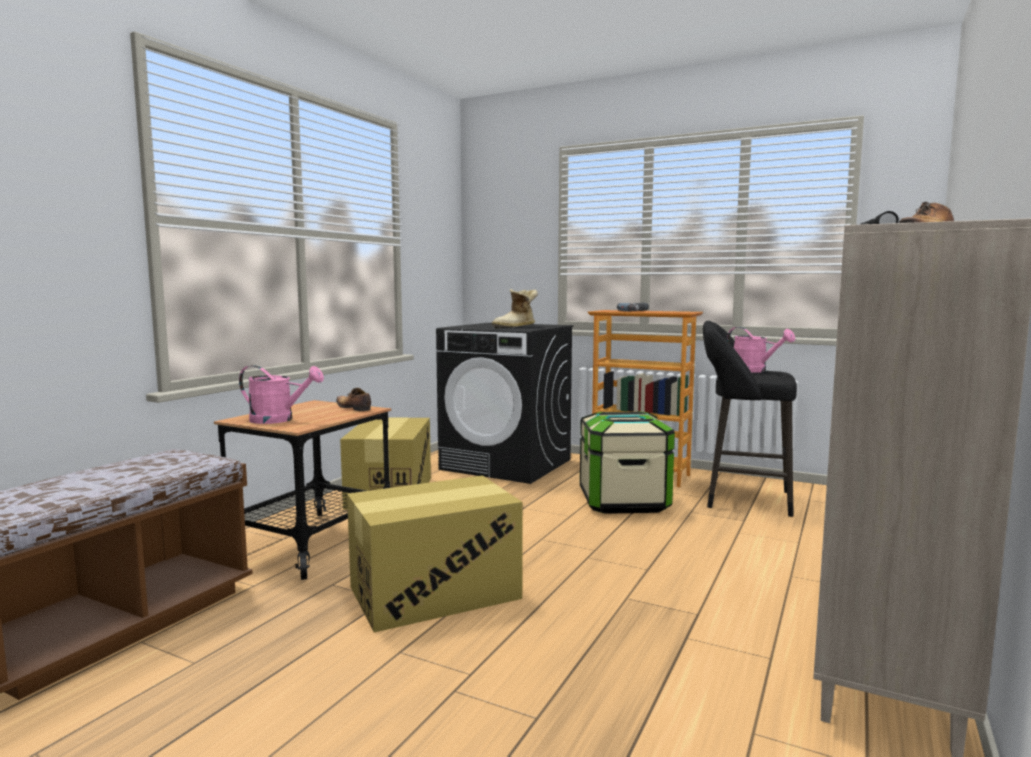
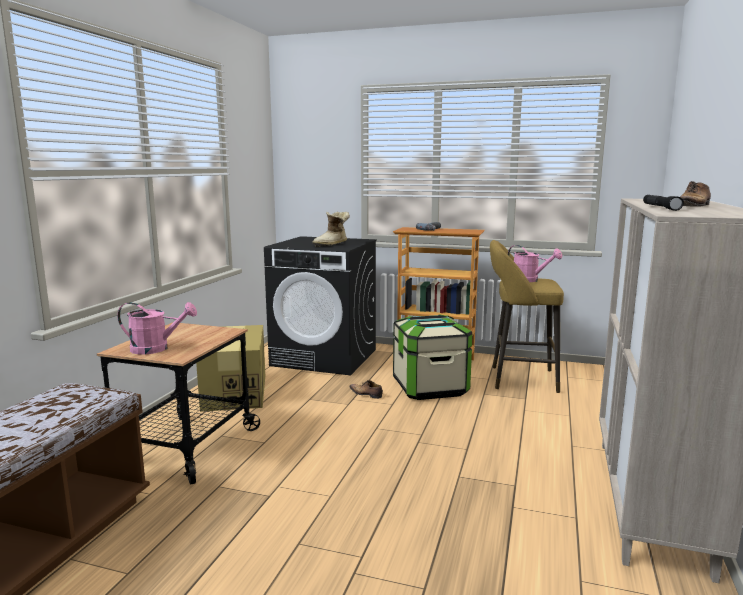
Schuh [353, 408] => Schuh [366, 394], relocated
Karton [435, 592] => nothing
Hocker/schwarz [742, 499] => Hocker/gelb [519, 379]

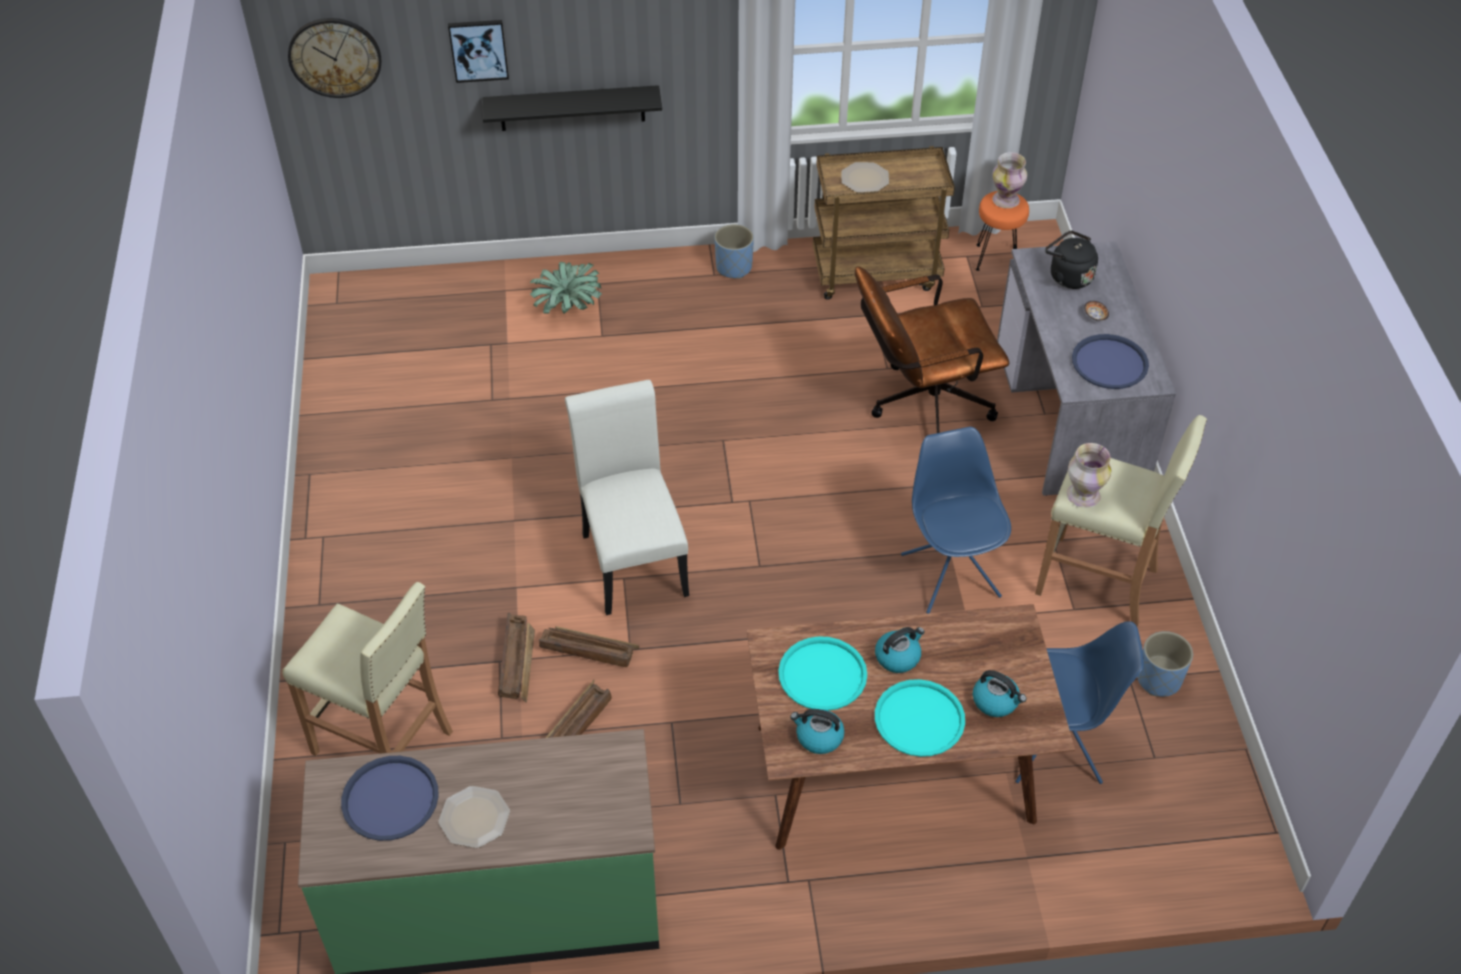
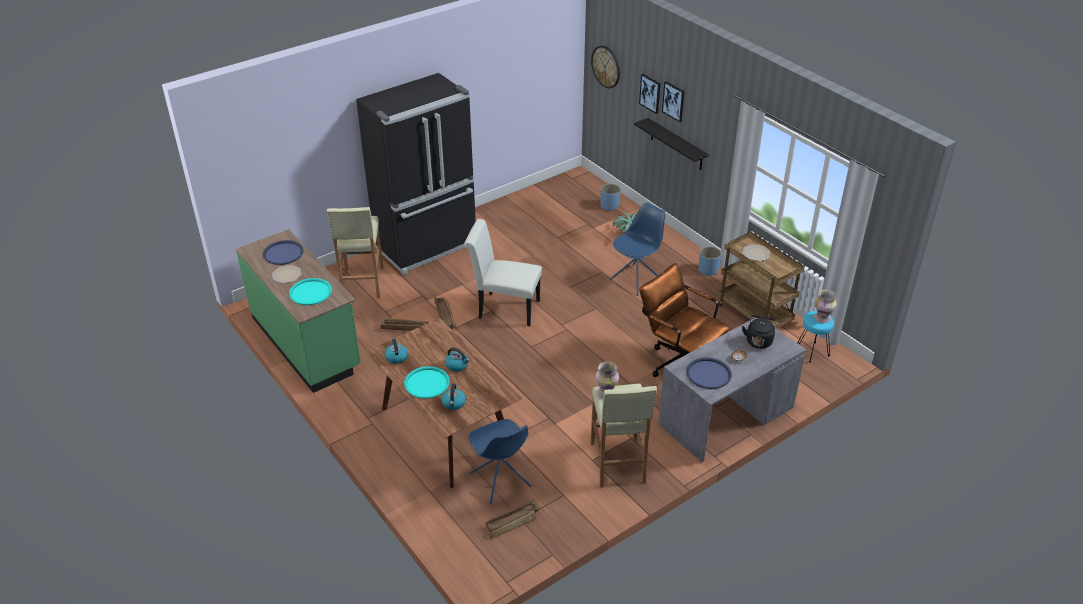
Kiste [517, 662] => Kiste [513, 522], relocated
Stuhl/weiß [632, 558] => Stuhl/weiß [504, 308], 120 degrees counterclockwise
Tablett/türkis [822, 674] => Tablett/türkis [310, 292], relocated
Stuhl/blau [950, 574] => Stuhl/blau [636, 279], relocated
Hocker/orange [996, 259] => Hocker/türkis [811, 352]
Pflanzkübel/blau [1158, 679] => Pflanzkübel/blau [609, 206], relocated
nothing => Kühlschrank/schwarz [428, 247]
nothing => Bild [674, 101]

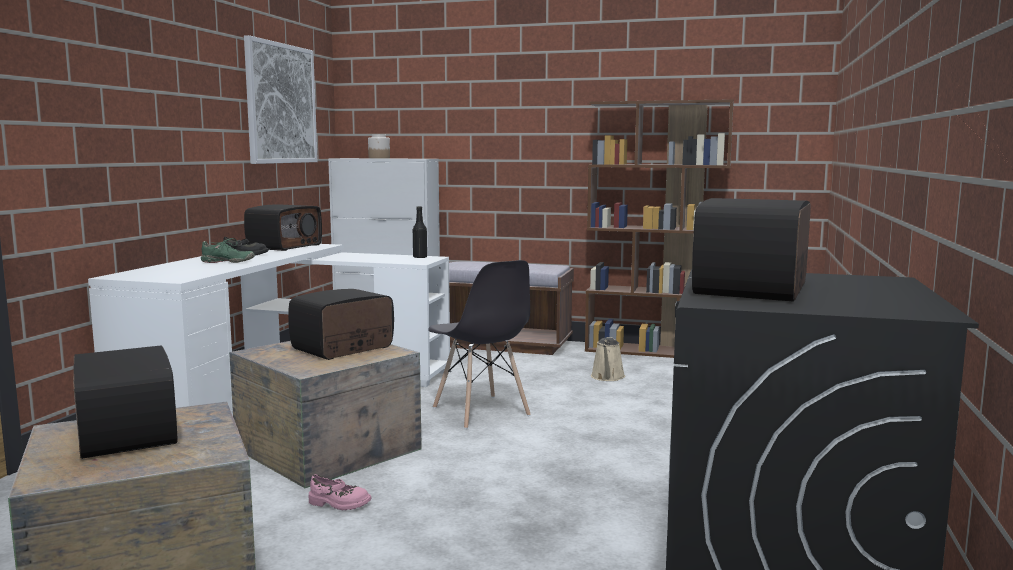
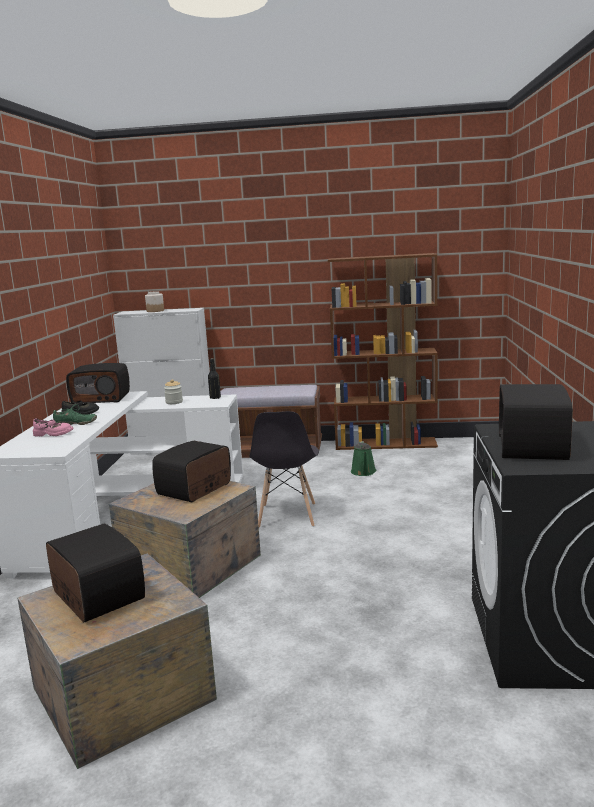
Bild [281, 104] => nothing
Radio [284, 246] => Radio [101, 398], 75 degrees clockwise
Schuh/rosa [339, 503] => Schuh/rosa [53, 434], relocated
Stuhl/grau [481, 412] => Stuhl/grau [287, 516], 45 degrees clockwise
Gießkanne/beige [607, 377] => Gießkanne/grün [364, 472]
nothing => Vorratsglas [174, 402]

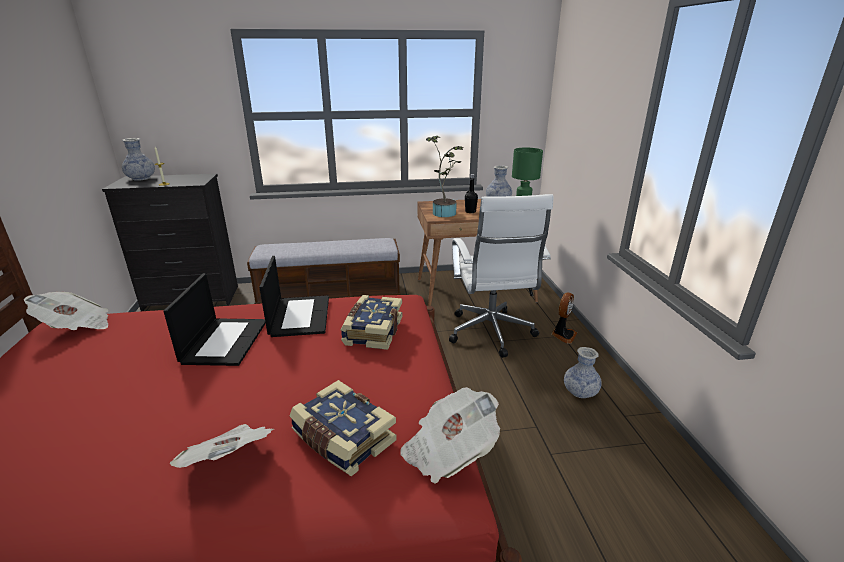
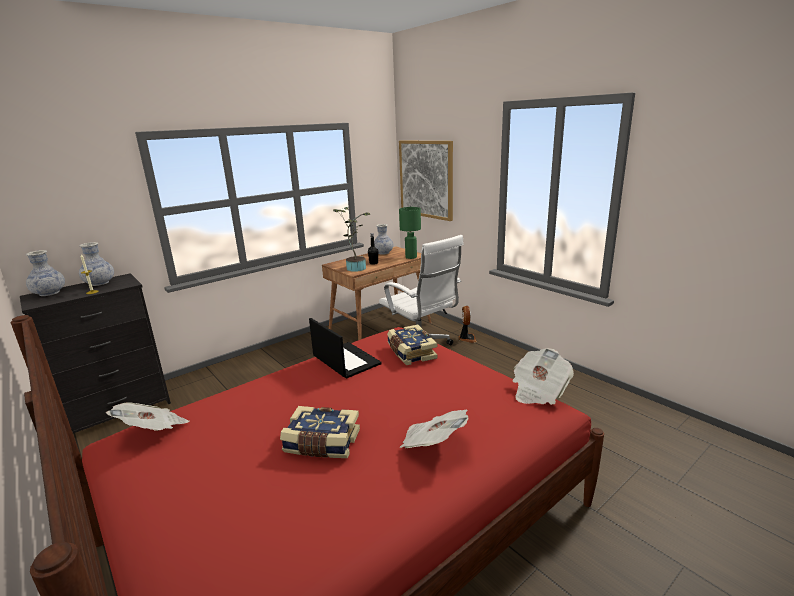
Laptop [224, 341] => nothing
Bank [330, 295] => nothing
Buch [342, 439] => Buch [322, 443], relocated
Vase [580, 392] => Vase [99, 283], relocated
nothing => Bild [426, 179]

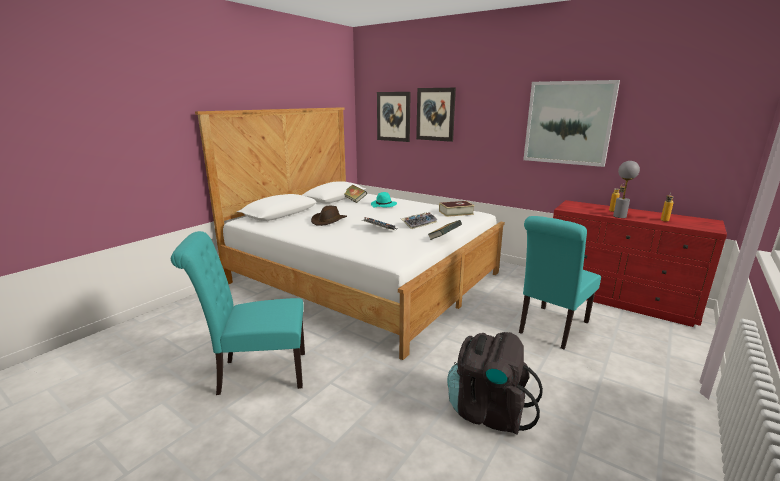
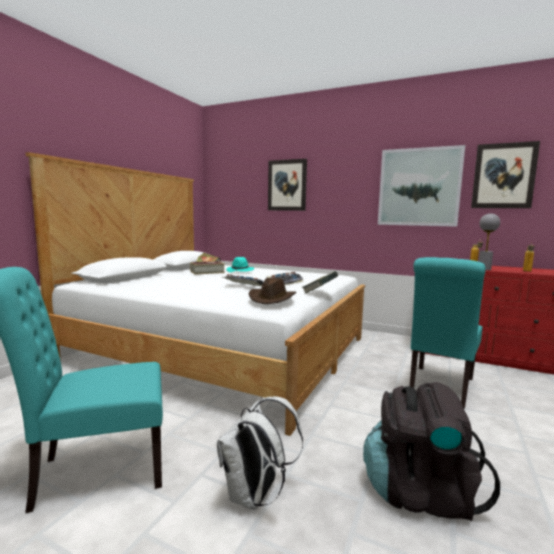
Hut/braun [329, 221] => Hut/braun [272, 299], relocated
Bild [393, 116] => Bild [503, 176], relocated
Buch [456, 213] => Buch [207, 272], relocated
nothing => Rucksack/weiß [255, 495]

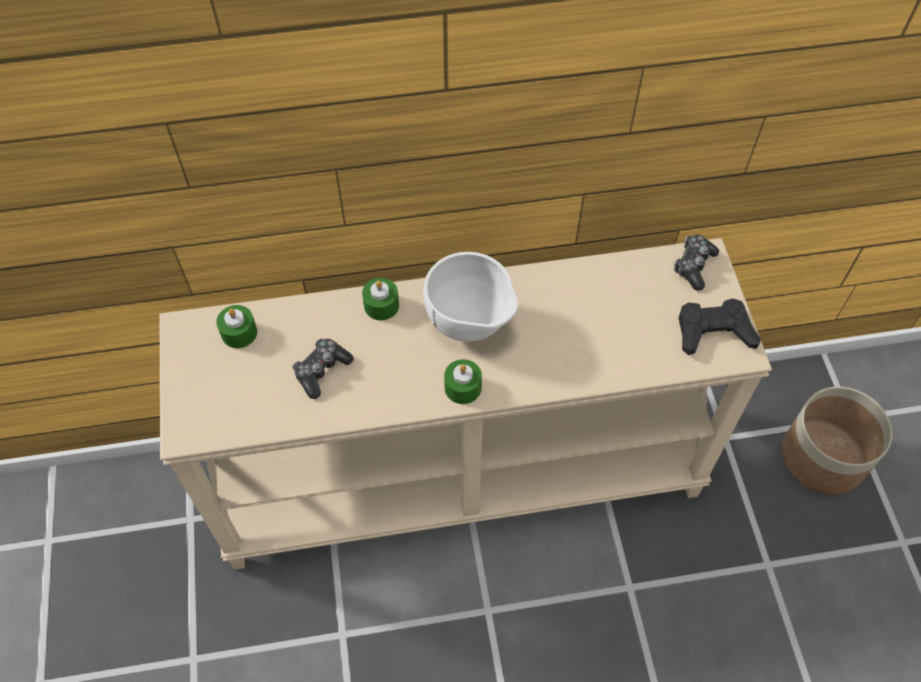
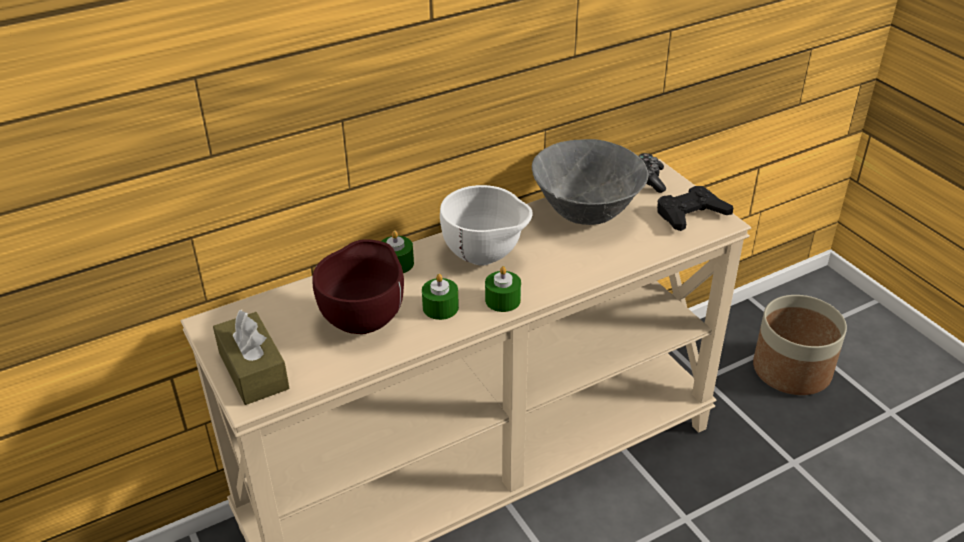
Kerze/grün [239, 333] => Kerze/grün [440, 307], relocated
Gamepad [321, 371] => Schüssel/braun [365, 321]
nothing => Taschentuchbox/braun [253, 370]
nothing => Schüssel/grau [586, 215]

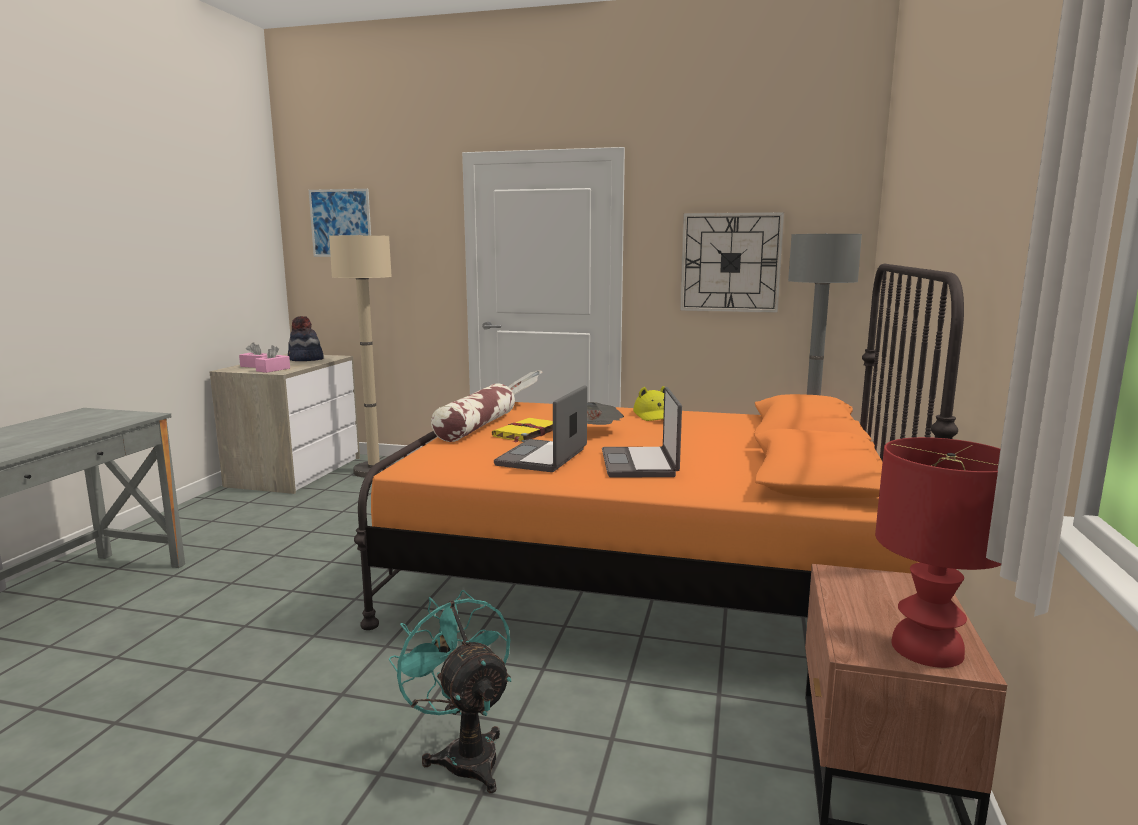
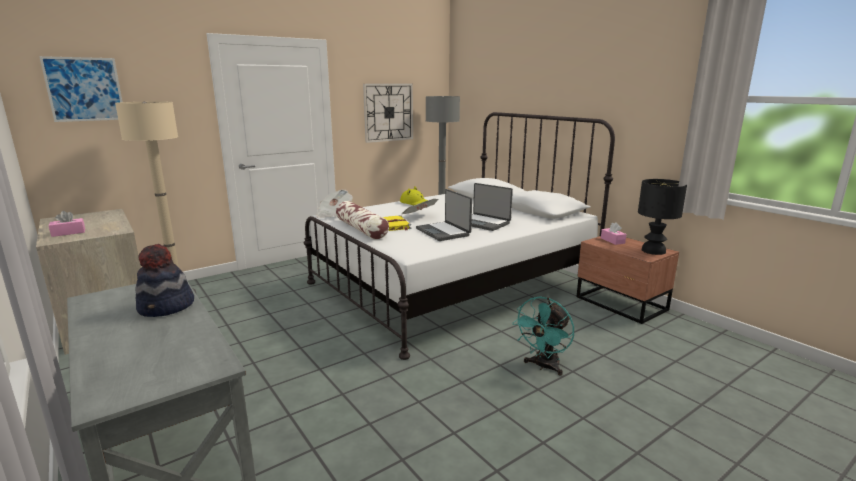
Taschentuchbox/rosa [273, 369] => Taschentuchbox/rosa [612, 240], relocated
Hut [305, 359] => Hut [166, 307], relocated
Bett/orange [646, 574] => Bett/weiß [453, 284]
Ventilator/türkis [464, 753] => Ventilator/türkis [543, 366], 60 degrees counterclockwise
Tischlampe/rot [927, 650] => Tischlampe/schwarz [654, 251]

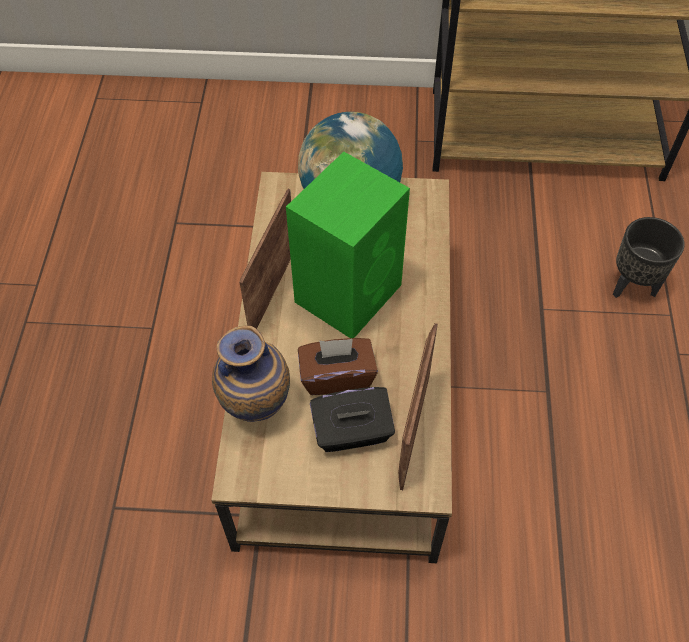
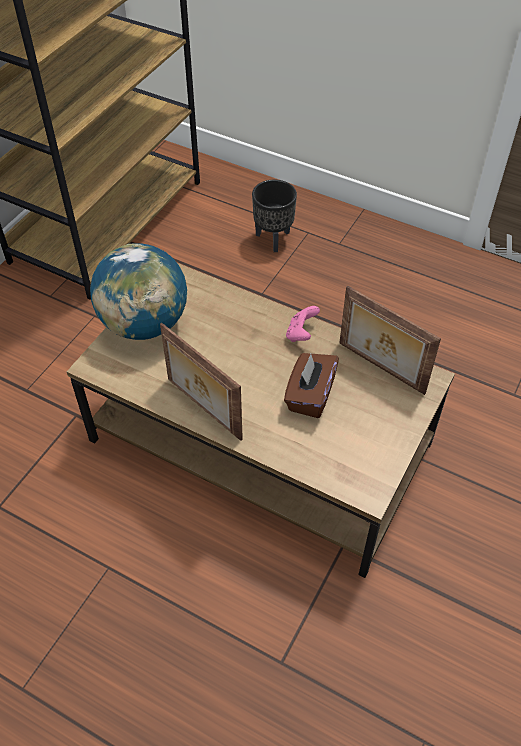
Vase [256, 407] => nothing
Lautsprecher/grün [349, 292] => nothing
Taschentuchbox/schwarz [352, 432] => nothing
nothing => Gamepad/rosa [301, 334]

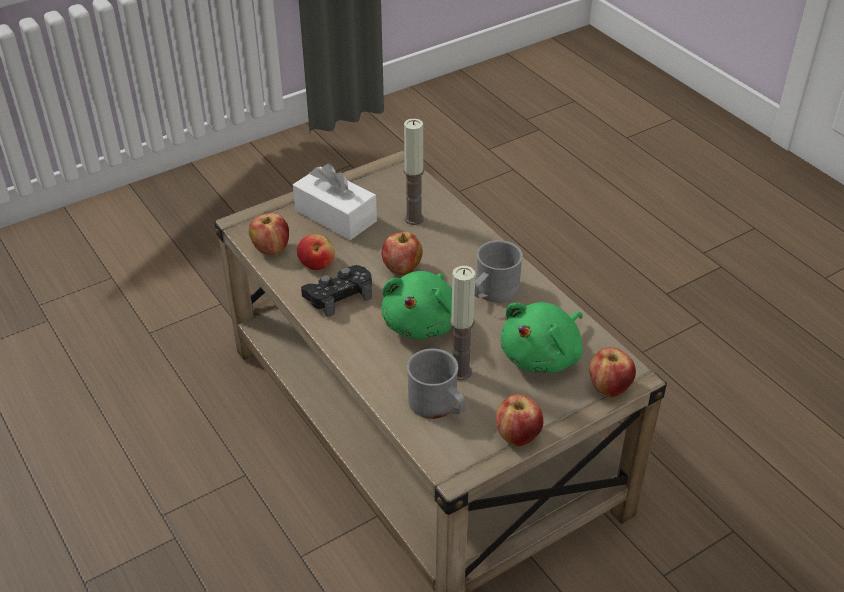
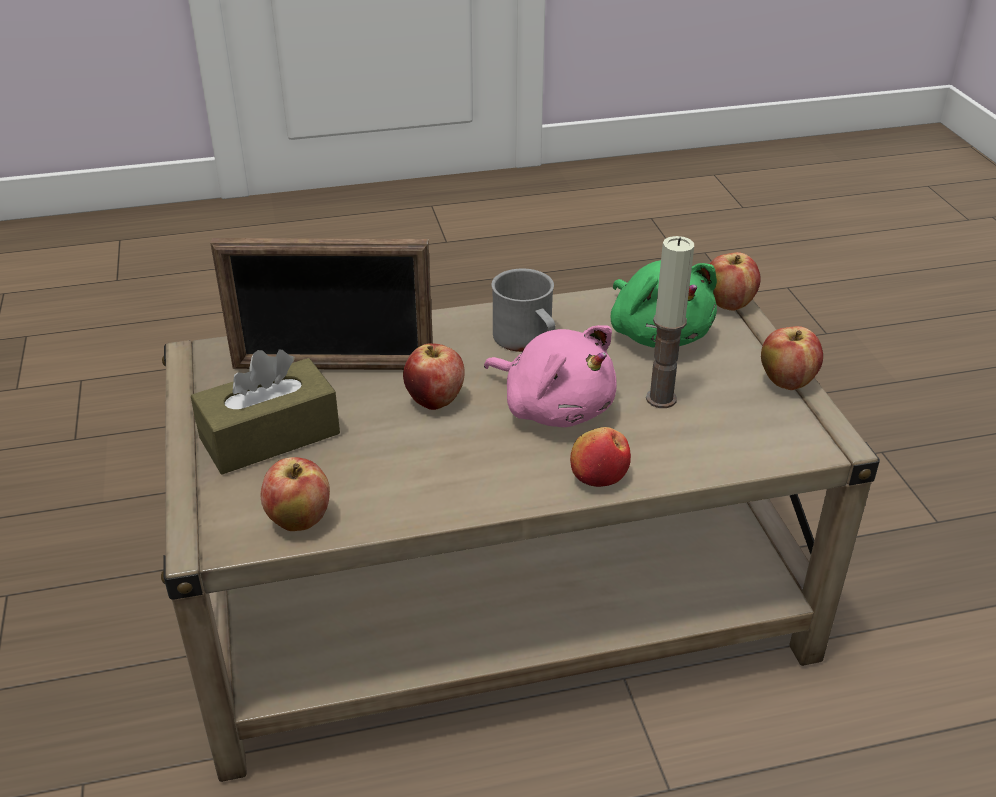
Taschentuchbox/weiß [335, 216] => Taschentuchbox/braun [270, 436]
Apfel [317, 263] => Apfel [598, 476], relocated
Gamepad/schwarz [339, 295] => nothing
Plüschtier/grün [423, 322] => Plüschtier/rosa [554, 407]
Kerze [414, 218] => Bilderrahmen [333, 367]
Henkelbecher/grau [438, 406] => nothing

